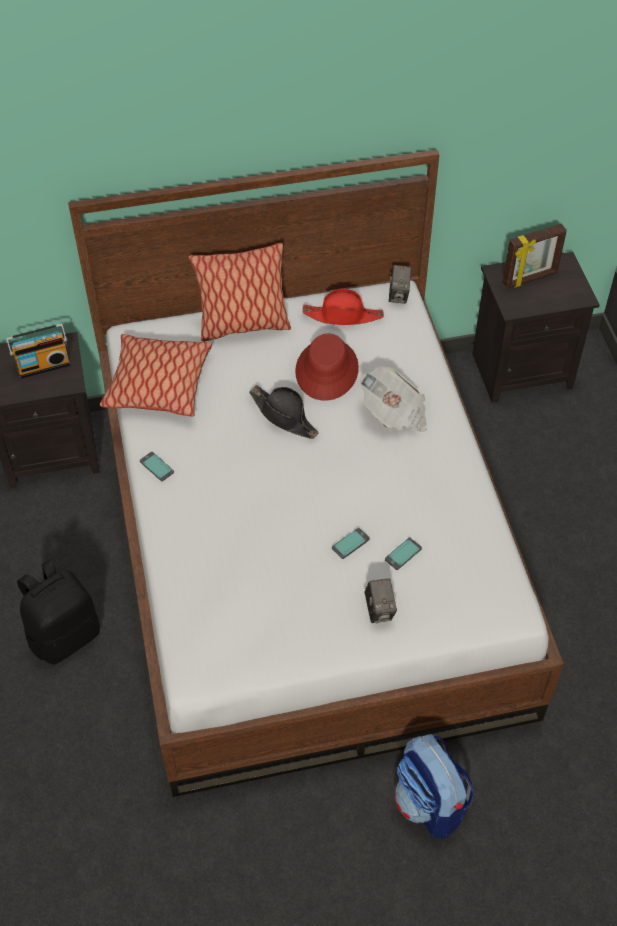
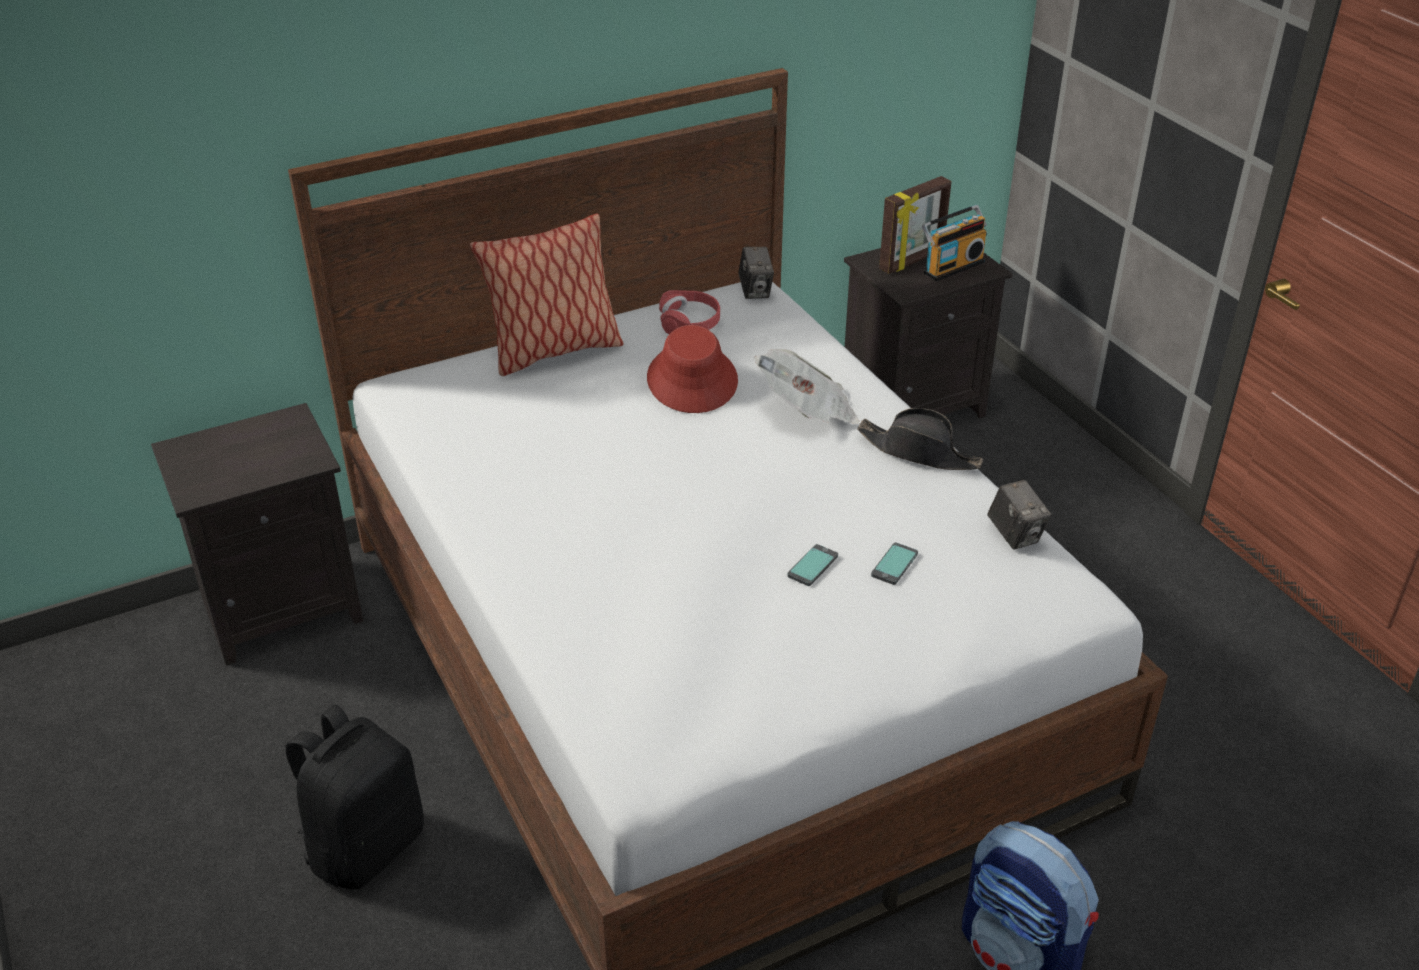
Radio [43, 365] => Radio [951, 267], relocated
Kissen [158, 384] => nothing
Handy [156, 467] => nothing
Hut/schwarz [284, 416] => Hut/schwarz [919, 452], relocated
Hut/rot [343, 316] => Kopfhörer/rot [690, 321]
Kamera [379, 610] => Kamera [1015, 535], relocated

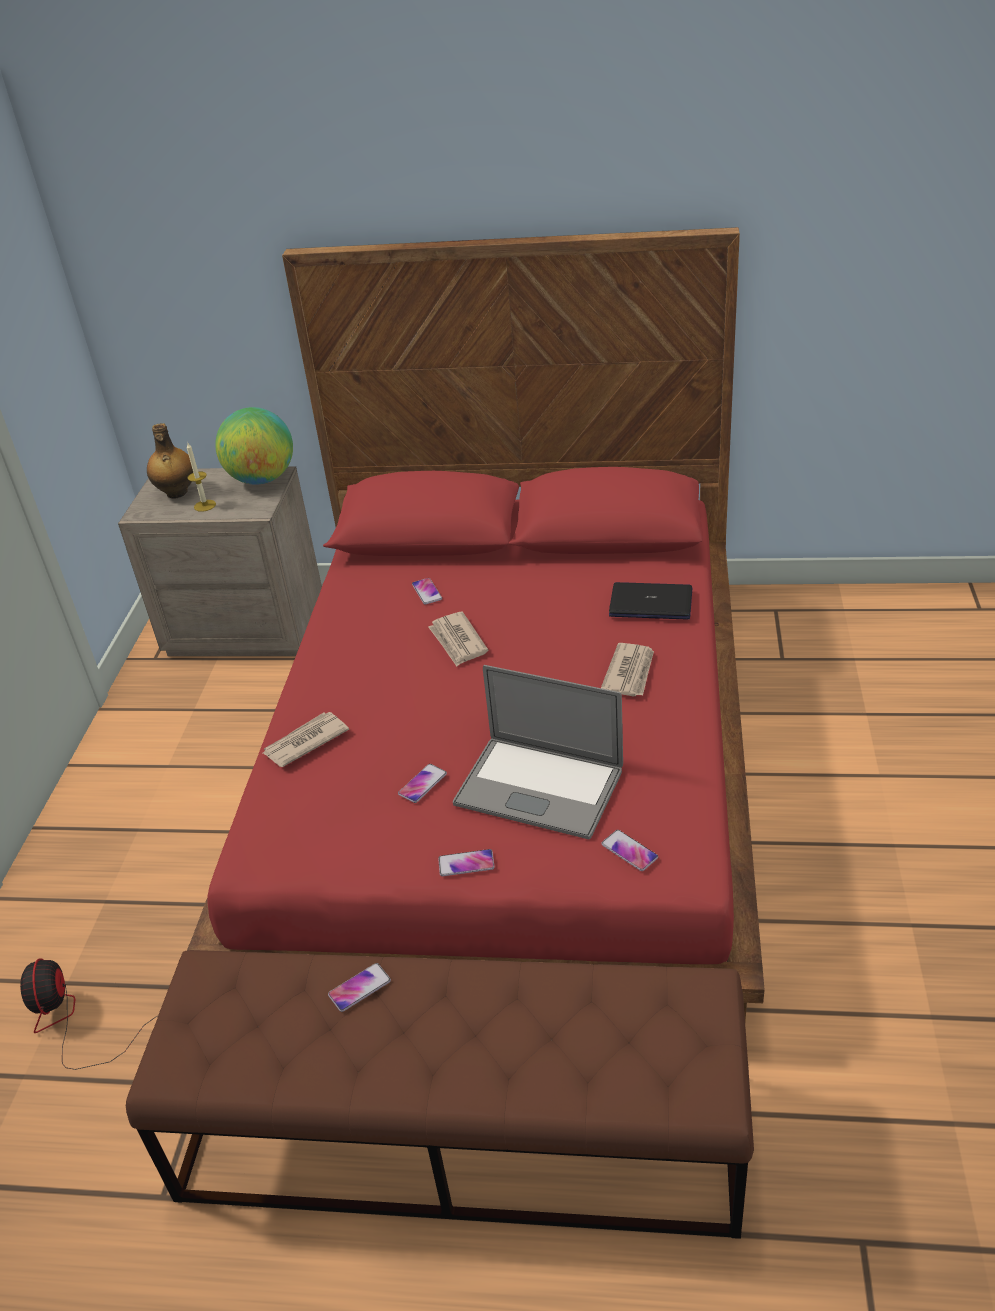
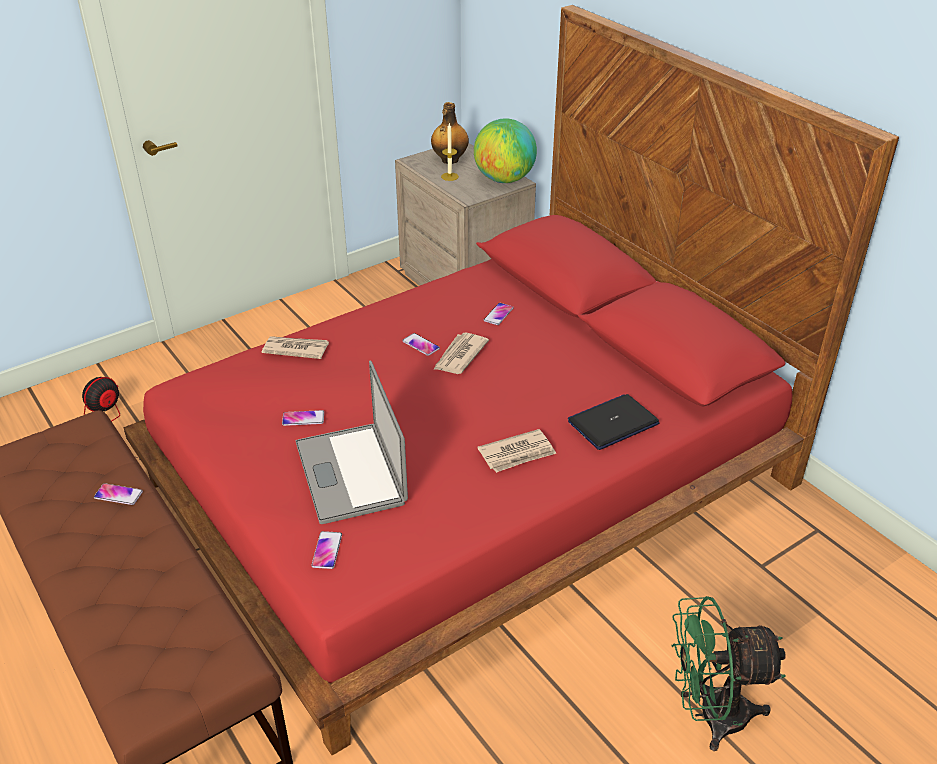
Handy [466, 863] => Handy [421, 345], relocated
Laptop [651, 603] => Laptop [613, 423], 90 degrees counterclockwise
nothing => Ventilator/grün [710, 715]

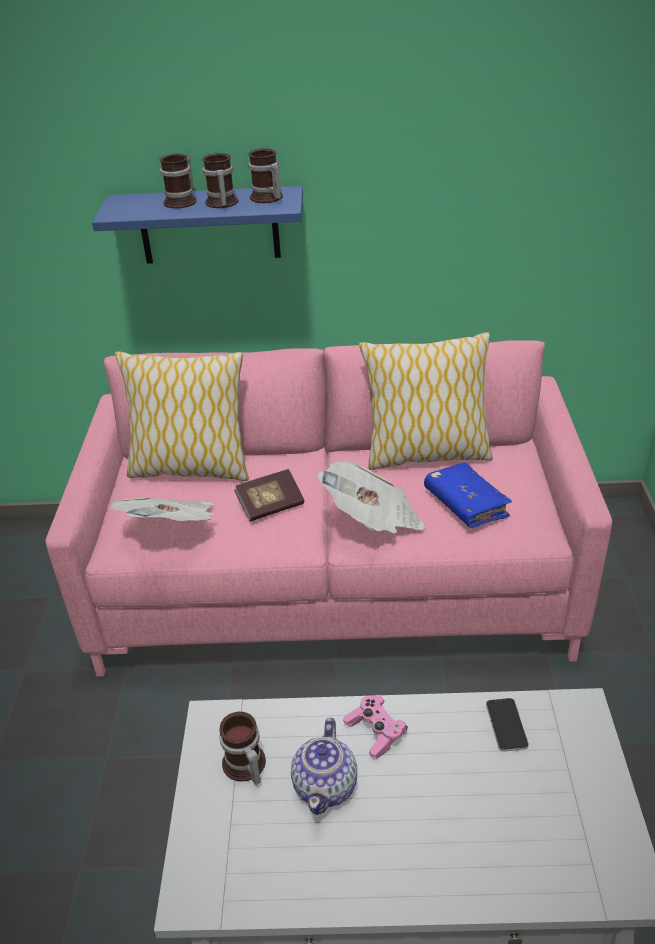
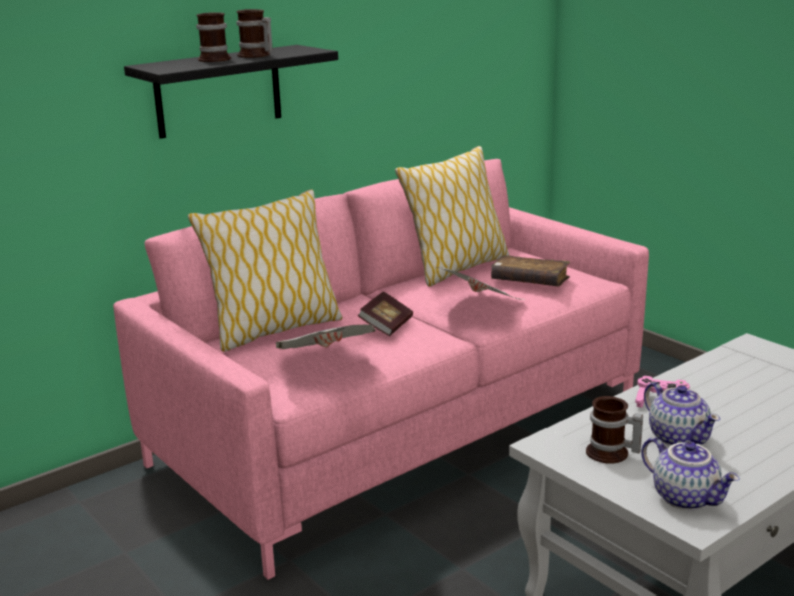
Wandregal/blau [209, 225] => Wandregal/schwarz [218, 91]
Henkelbecher [266, 198] => nothing
Buch/blau [465, 504] => Buch/braun [529, 281]
Handy [506, 725] => nothing
nothing => Teekanne [686, 498]

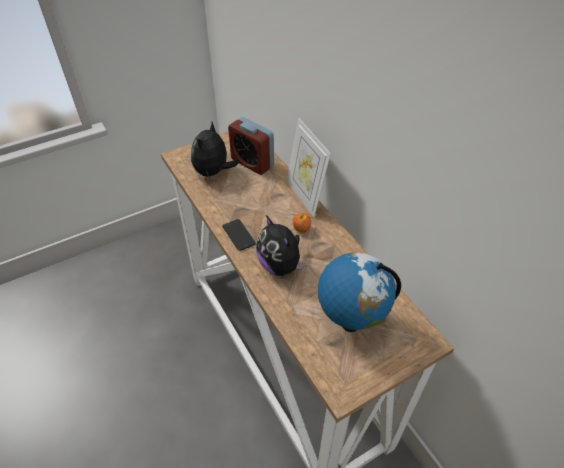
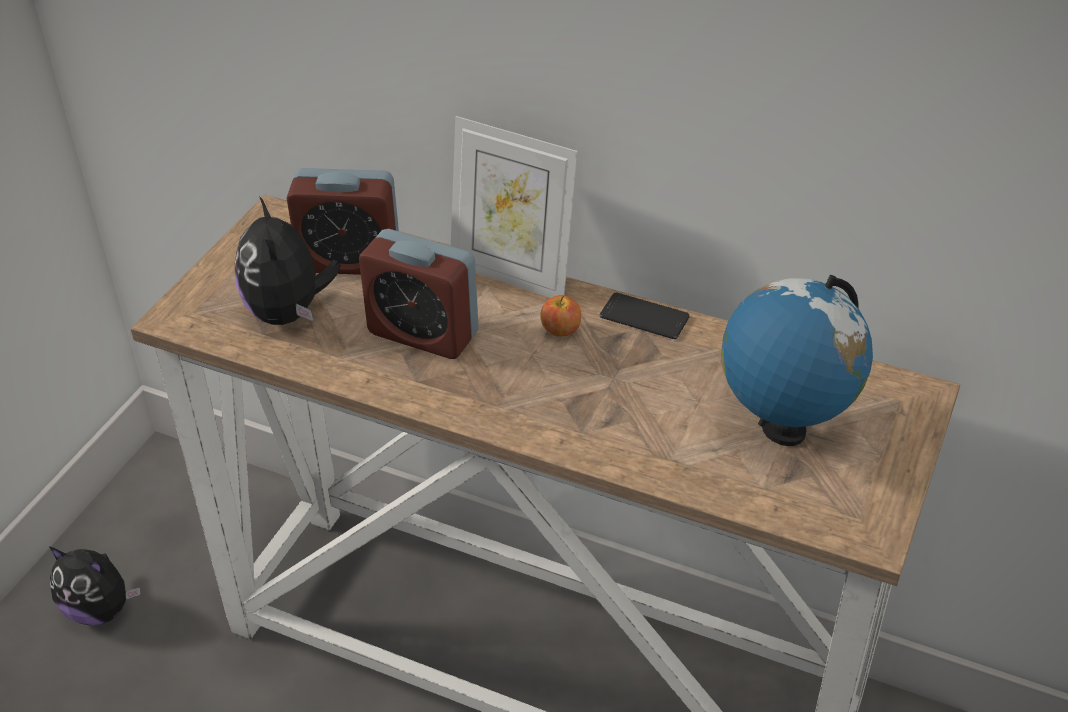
Handy [238, 235] => Handy [644, 317], relocated
Plüschtier [281, 266] => Plüschtier [100, 609], relocated
nothing => Wecker [423, 333]

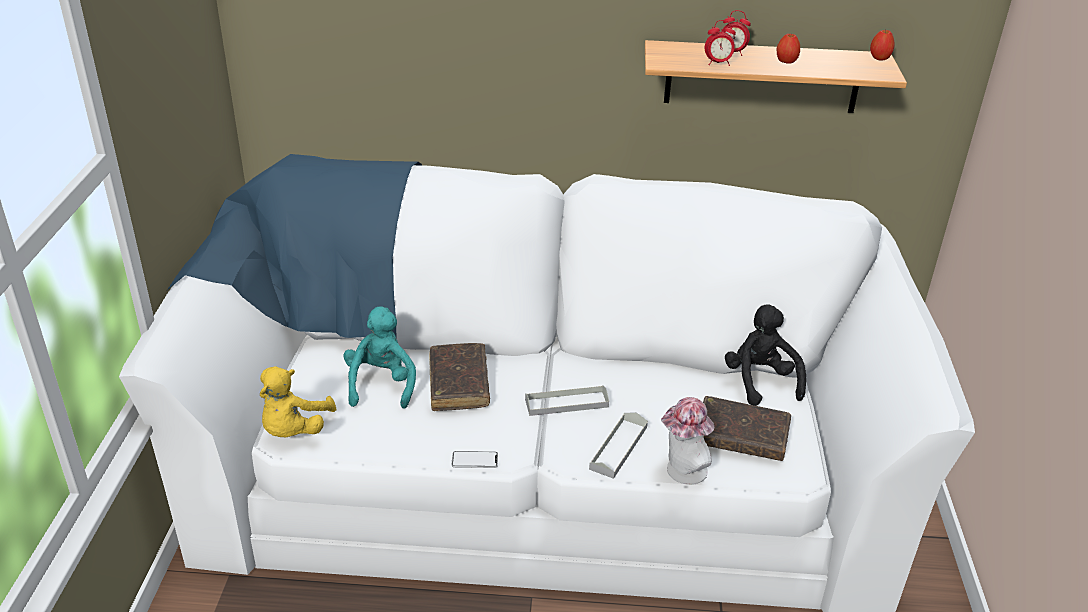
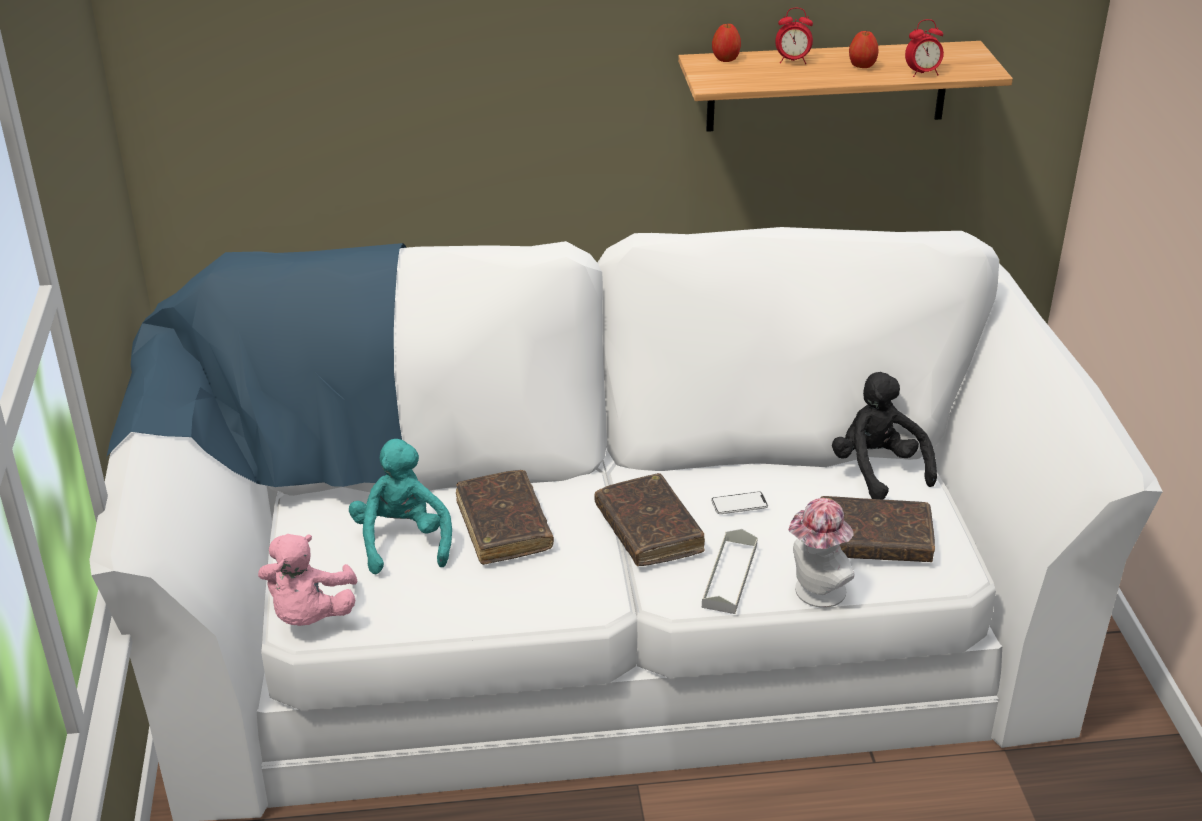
Plüschtier/gelb [294, 430] => Plüschtier/rosa [309, 615]
Handy [474, 460] => Handy [739, 504], relocated
Tablett/grau [566, 403] => Buch/braun [648, 530]
Wecker [718, 63] => Wecker [922, 73], relocated
Apfel [879, 58] => Apfel [726, 59], relocated

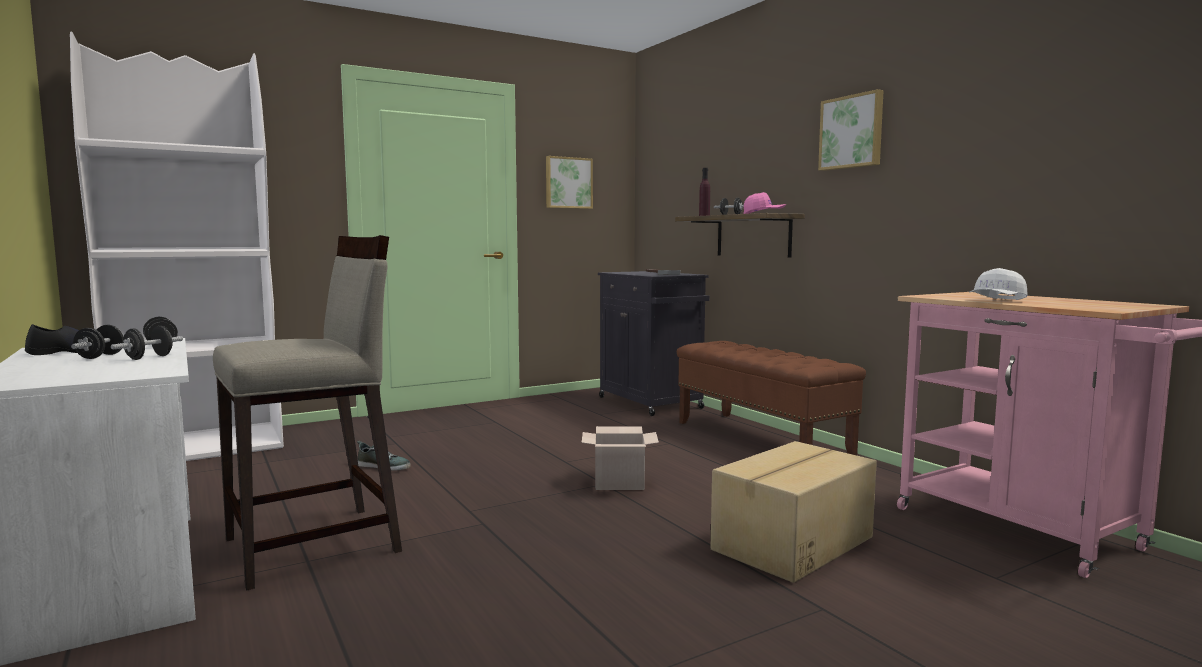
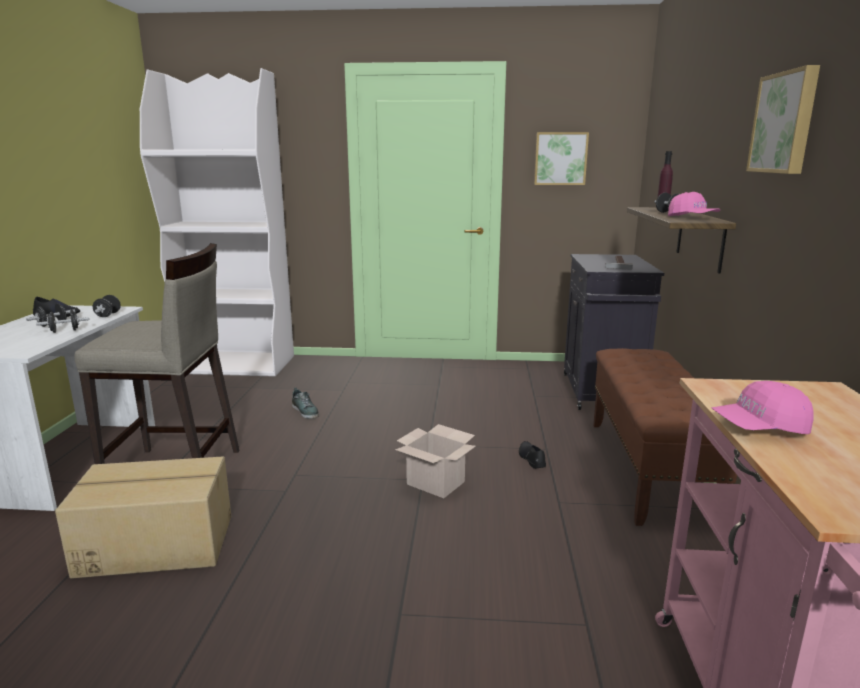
Karton [791, 543] => Karton [156, 544], relocated
Kappe/weiß [996, 301] => Kappe/rosa [759, 428]
nothing => Schuh/schwarz [531, 458]

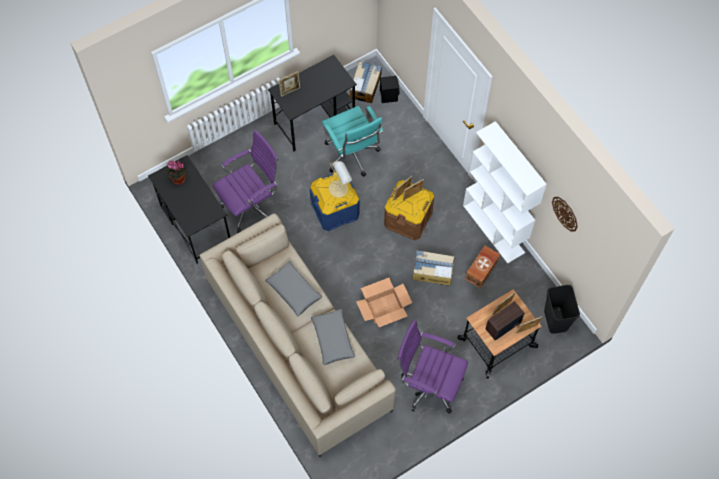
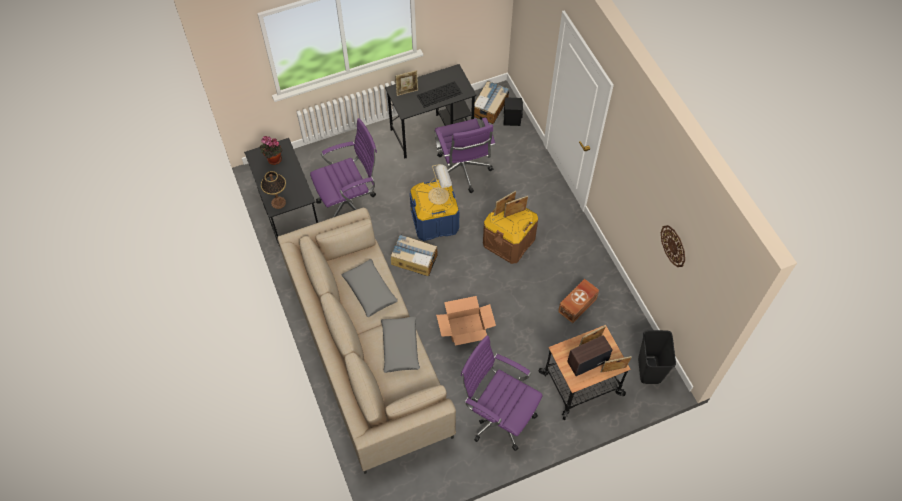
Bürostuhl/türkis [352, 156] => Bürostuhl/lila [463, 172]
Karton [432, 271] => Karton [414, 259], relocated
Bücherregal/weiß [494, 229] => nothing
nothing => Tischlampe [278, 202]
nothing => Tastatur [439, 94]

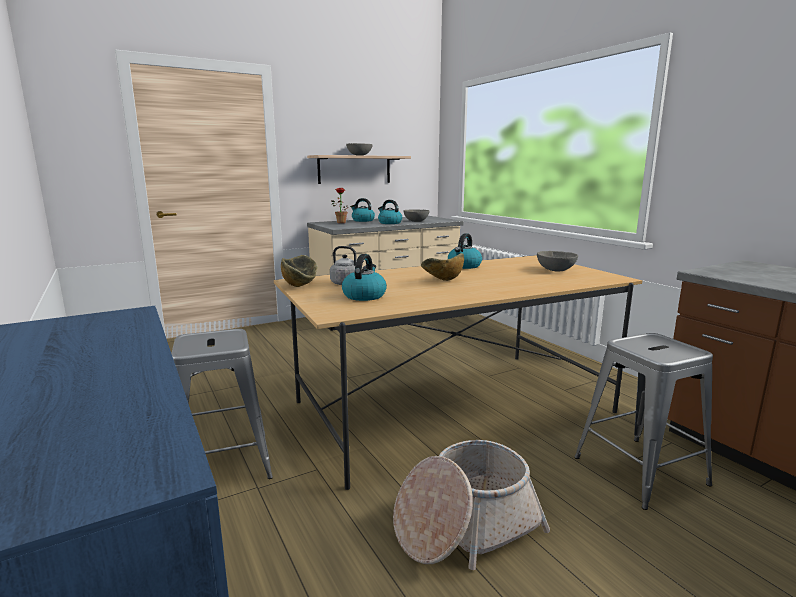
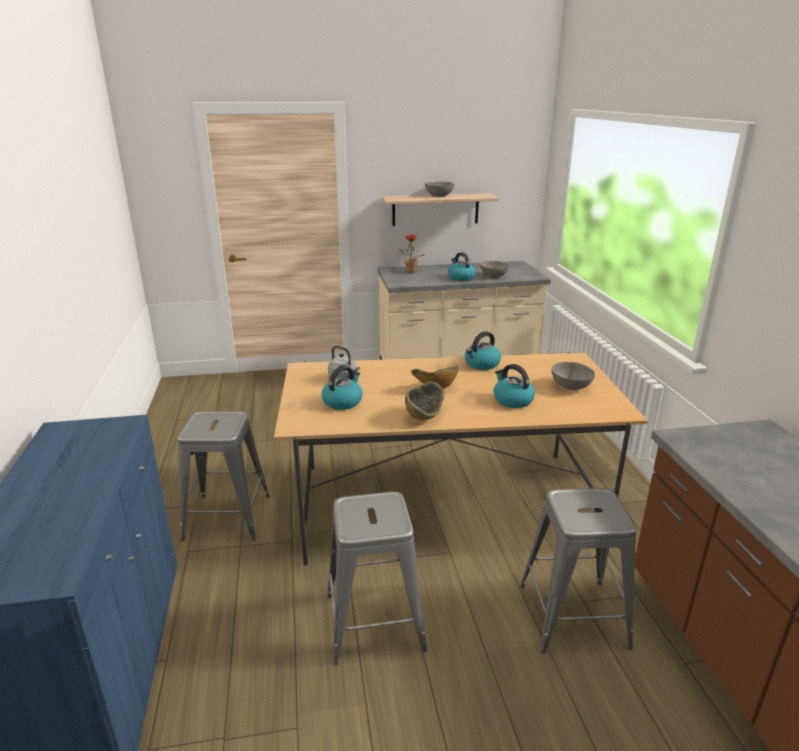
Schüssel [301, 285] => Schüssel [424, 416], relocated
Wasserkessel [362, 220] => Wasserkessel [512, 400], relocated
Korb [465, 525] => Hocker/grau [375, 622]

